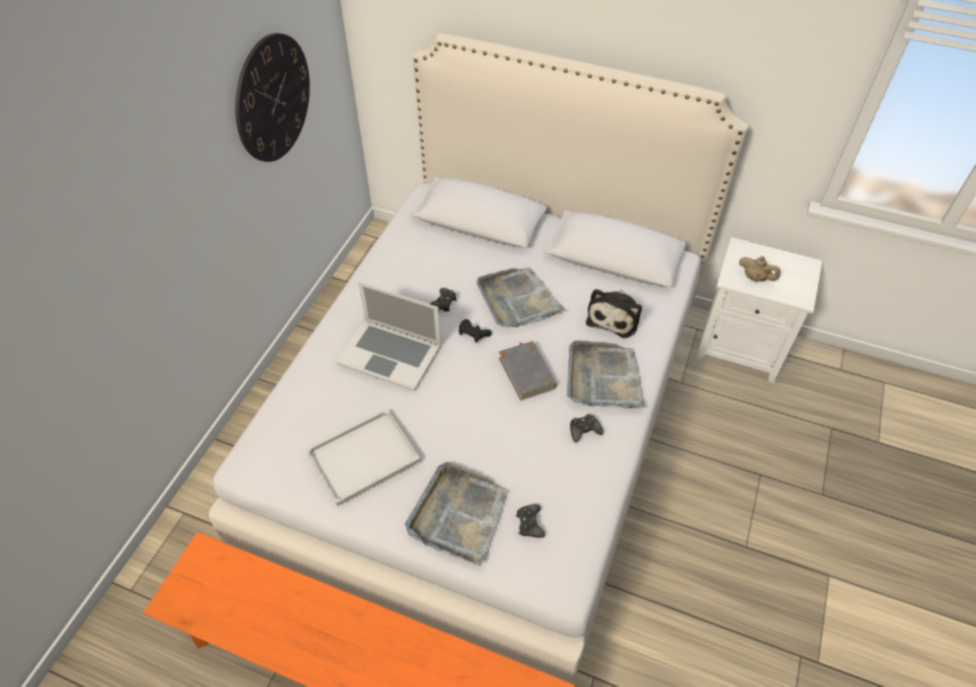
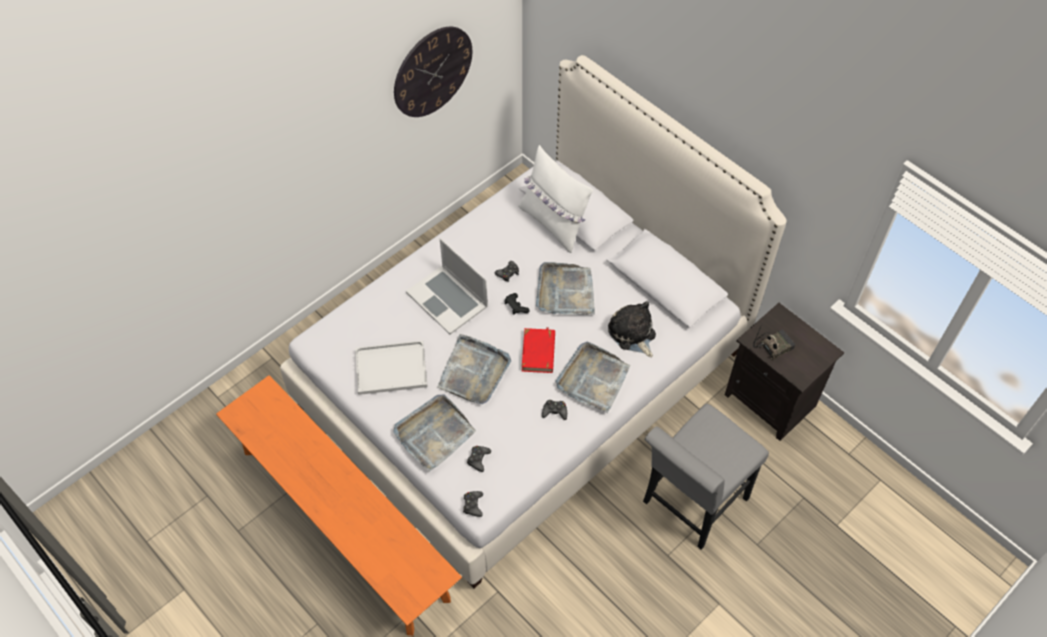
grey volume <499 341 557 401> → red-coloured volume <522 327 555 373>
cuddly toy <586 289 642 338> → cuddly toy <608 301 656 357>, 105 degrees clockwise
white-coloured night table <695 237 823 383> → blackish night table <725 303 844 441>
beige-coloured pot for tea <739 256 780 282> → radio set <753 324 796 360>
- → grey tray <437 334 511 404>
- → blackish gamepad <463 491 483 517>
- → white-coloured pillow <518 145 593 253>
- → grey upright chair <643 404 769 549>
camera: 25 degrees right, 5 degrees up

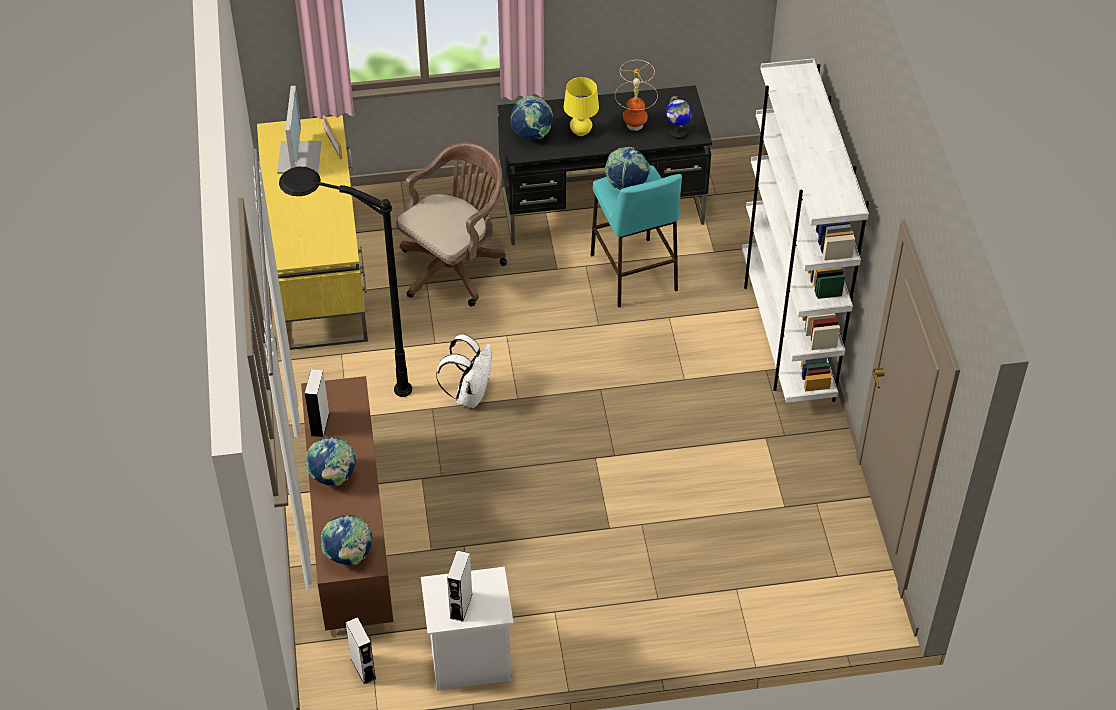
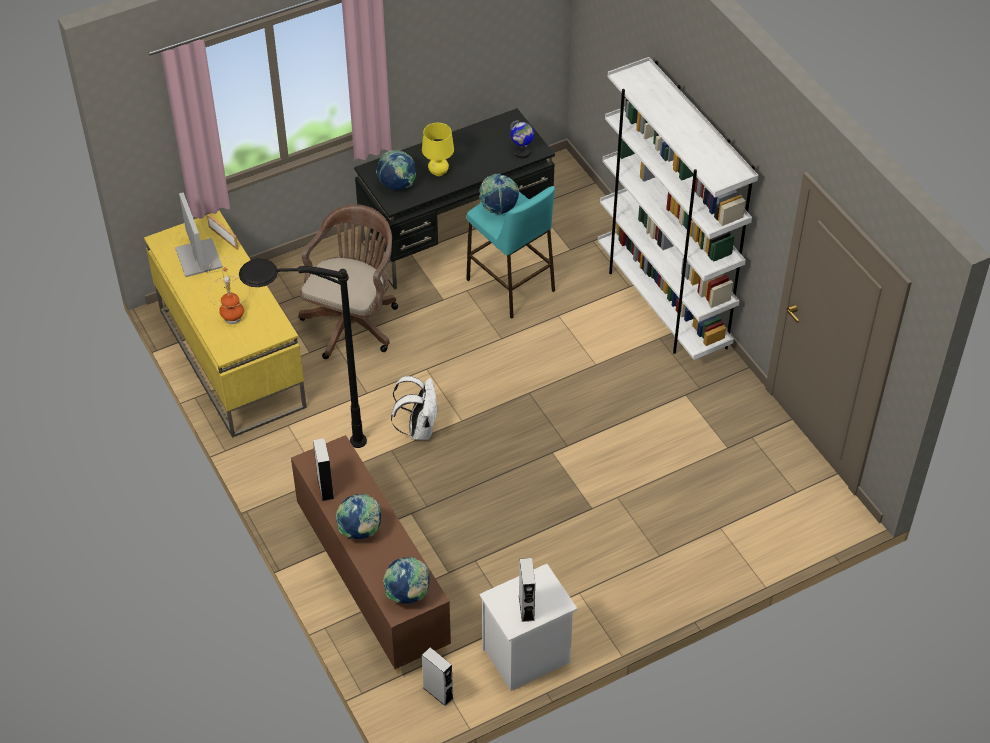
lamp for a table <615 60 658 131> → lamp for a table <208 258 250 324>, move
camera: 20 degrees left, 0 degrees up

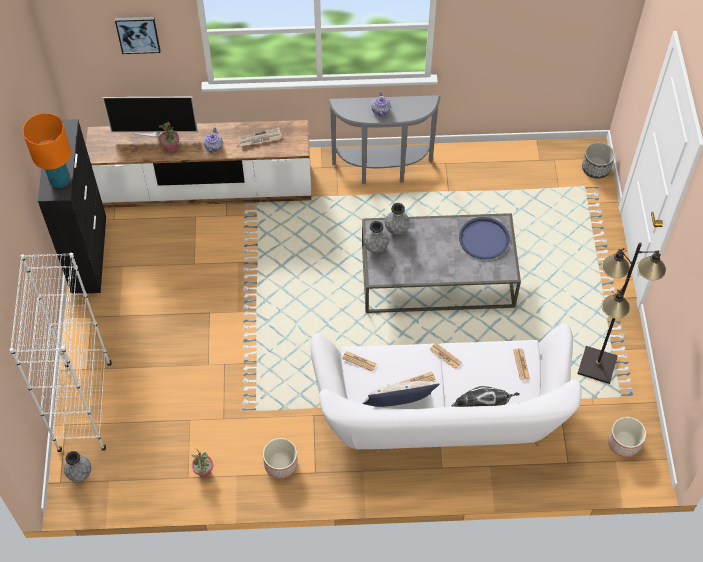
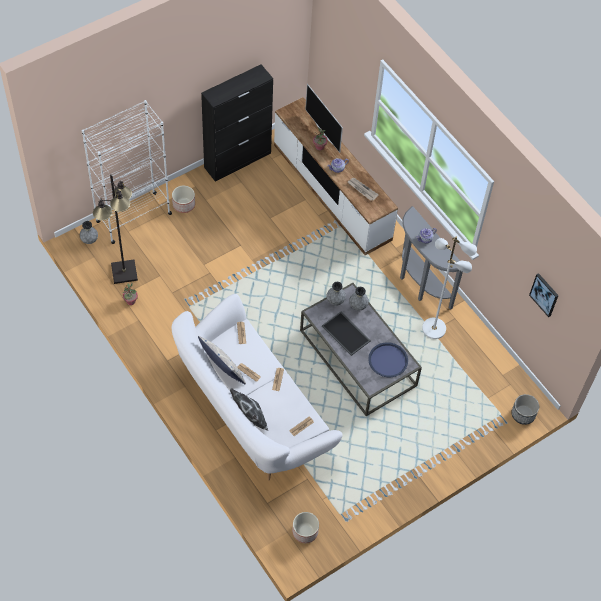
orange lamp for a table <23 113 71 188> → -
wall art <115 17 160 54> → wall art <529 273 559 317>, move
flower pot <263 438 298 479> → flower pot <172 186 195 213>, move
blackish standard lamp <577 242 666 384> → blackish standard lamp <93 174 138 284>, move
- → tray <322 312 371 356>
- → white-coloured standard lamp <422 237 477 339>
camera: 55 degrees right, 0 degrees up

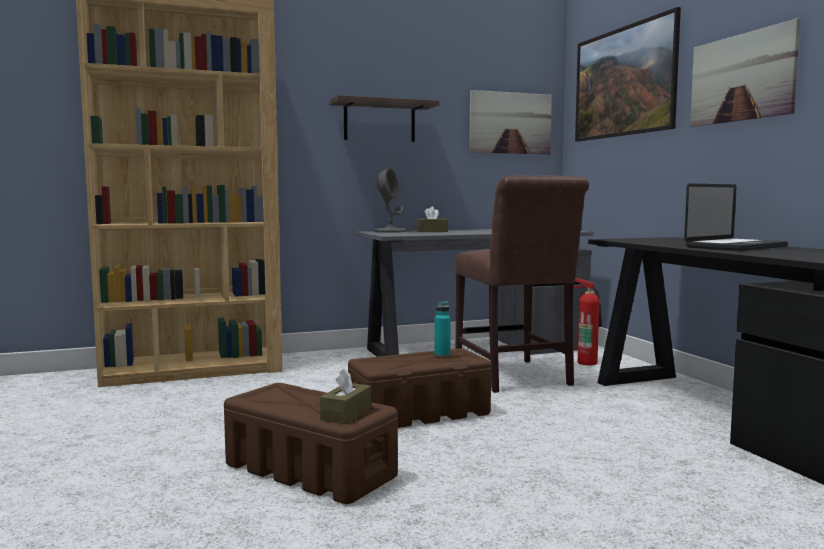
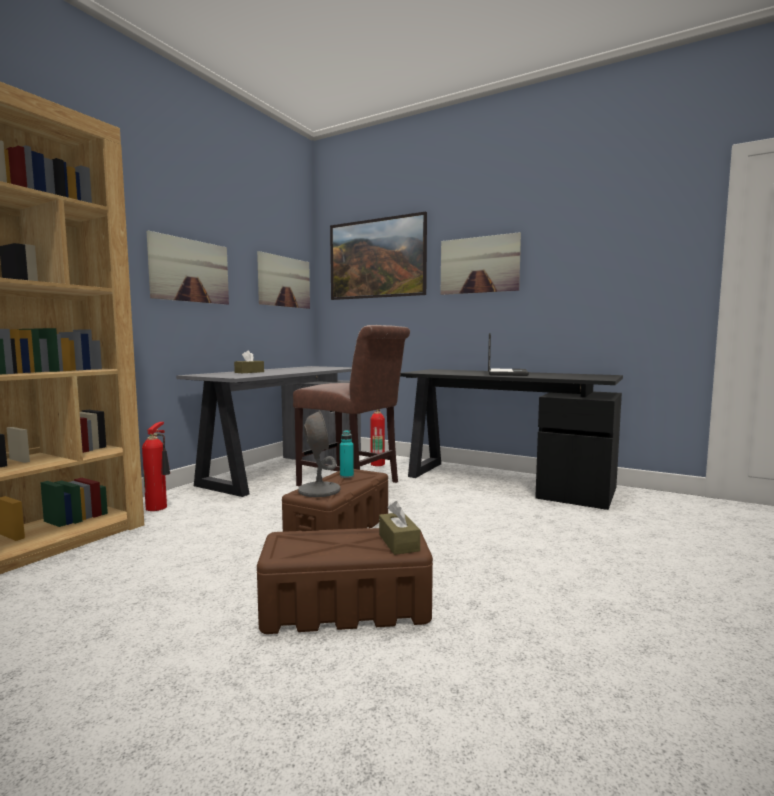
shelf <330 95 439 142> → wall art <147 231 229 305>
grey lamp for a table <374 167 407 233> → grey lamp for a table <298 411 341 497>, move
- → extinguisher <142 422 170 511>
camera: 40 degrees left, 0 degrees up

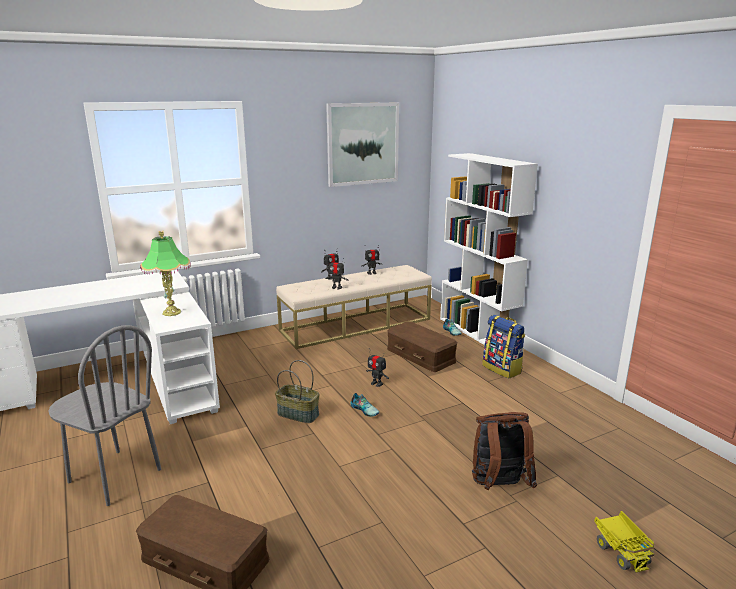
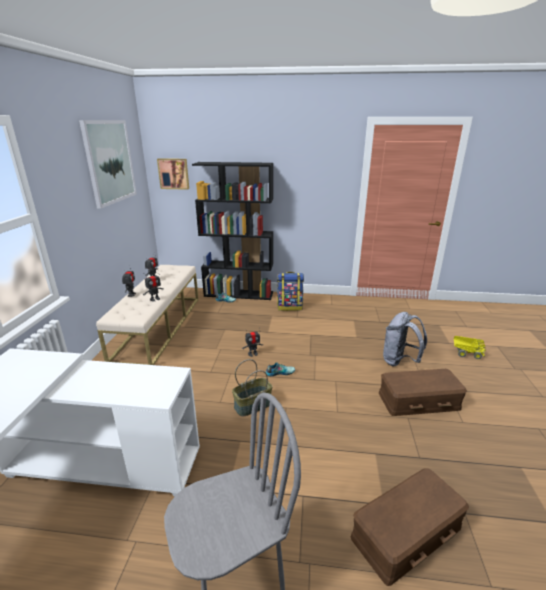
lamp for a table <140 231 191 316> → -
brown-coloured storage box <387 321 458 372> → brown-coloured storage box <379 369 467 416>, move
white-coloured bookshelf <440 153 538 345> → blackish bookshelf <192 162 273 300>
brown-coloured rucksack <472 412 537 491> → grey rucksack <383 312 427 366>
- → wall art <157 158 189 190>
camera: 55 degrees left, 5 degrees up

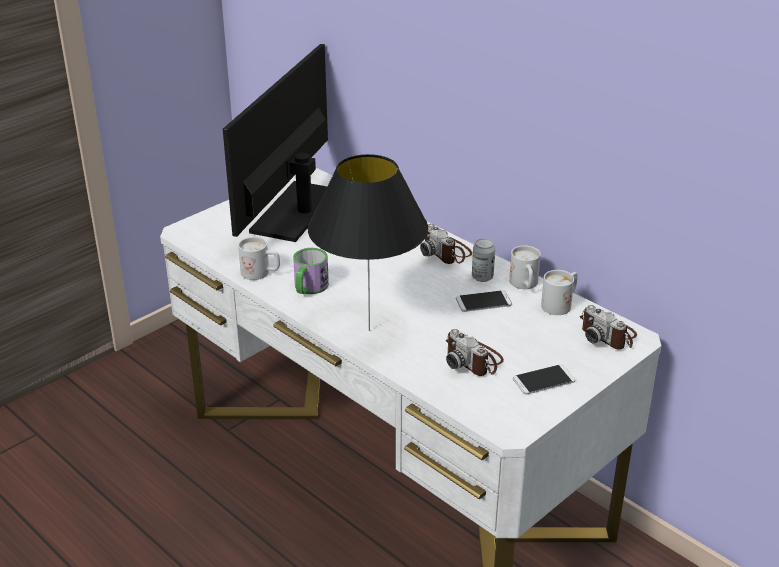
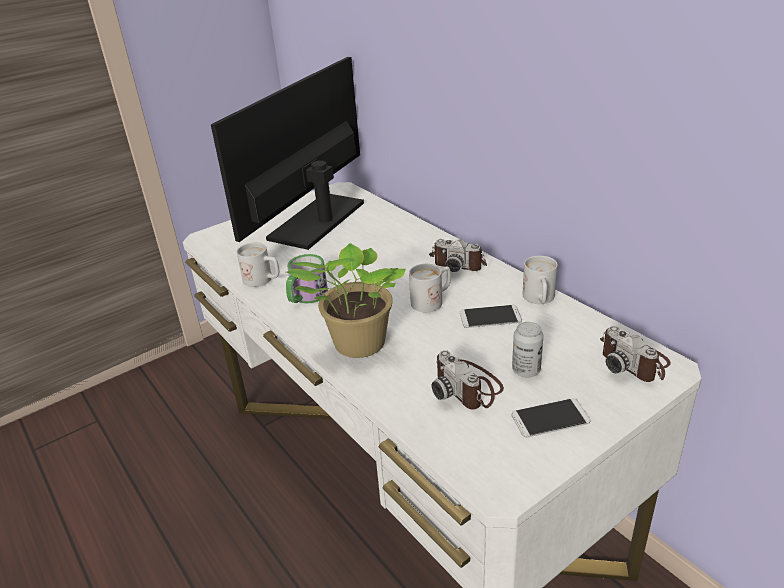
blackish lamp for a table <308 154 428 331> → houseplant <286 243 406 358>
still camera <420 224 472 264> → still camera <429 239 487 272>, 45 degrees counterclockwise
metal can <472 238 495 282> → metal can <512 322 543 377>, move
white-coloured coffee mug <541 270 577 315> → white-coloured coffee mug <409 264 451 312>, move
camera: 10 degrees right, 0 degrees up

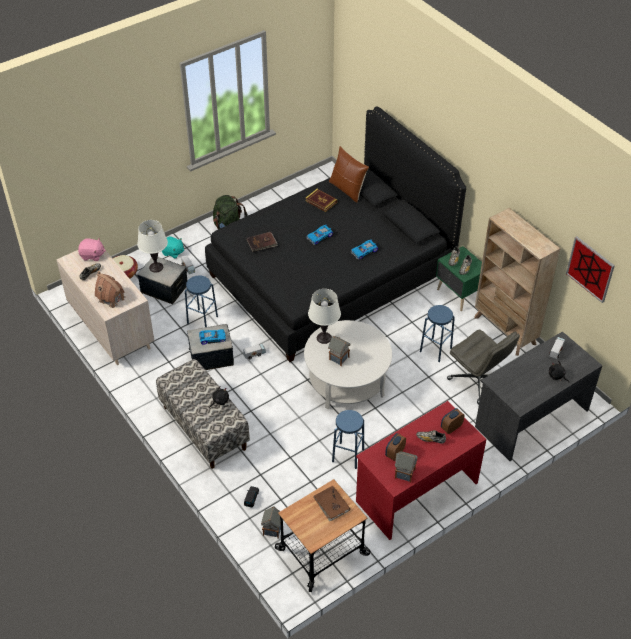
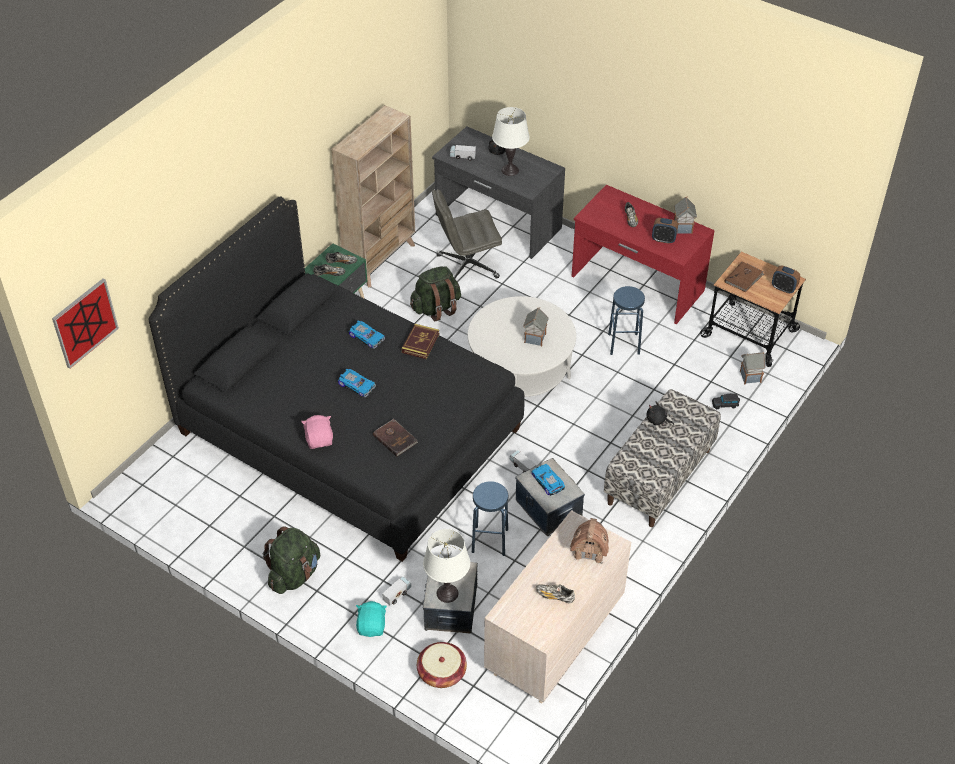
pink-coloured cuddly toy <78 238 106 261> → pink-coloured cuddly toy <301 415 333 449>, move
volume <305 189 337 212> → volume <402 324 439 359>, move
white-coloured lamp for a table <308 289 341 344> → white-coloured lamp for a table <492 107 530 176>, move
brown-coloured pillow <329 146 369 203> → -
blue-coloured stool <420 305 455 362> → green-coloured rucksack <410 266 461 321>
alarm clock <441 408 464 434> → alarm clock <772 265 800 294>, move
grey desk chair <447 330 520 404> → grey desk chair <432 189 502 279>, 135 degrees counterclockwise
wall art <566 236 615 303> → wall art <52 278 119 369>, move
camera: 110 degrees left, 0 degrees up

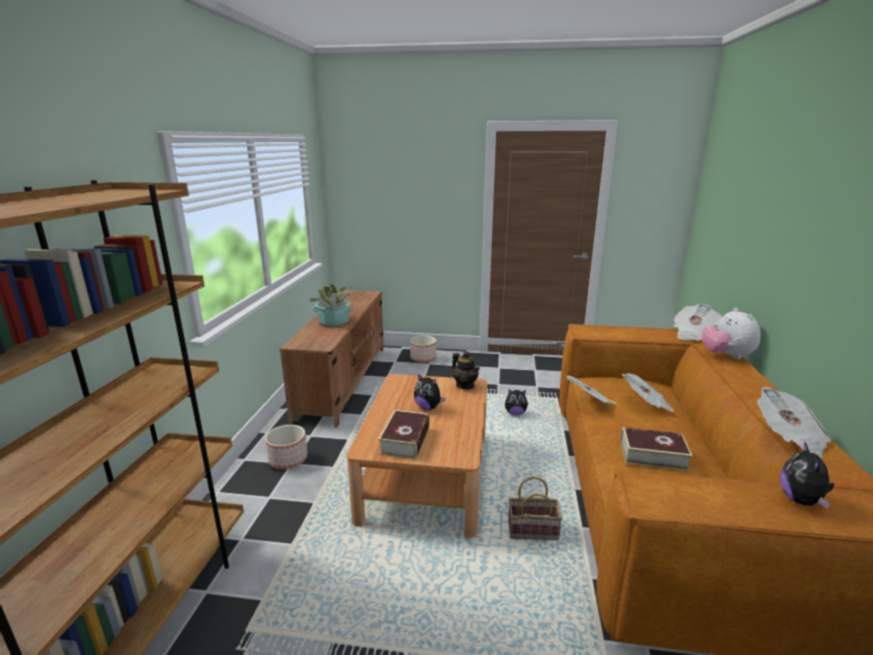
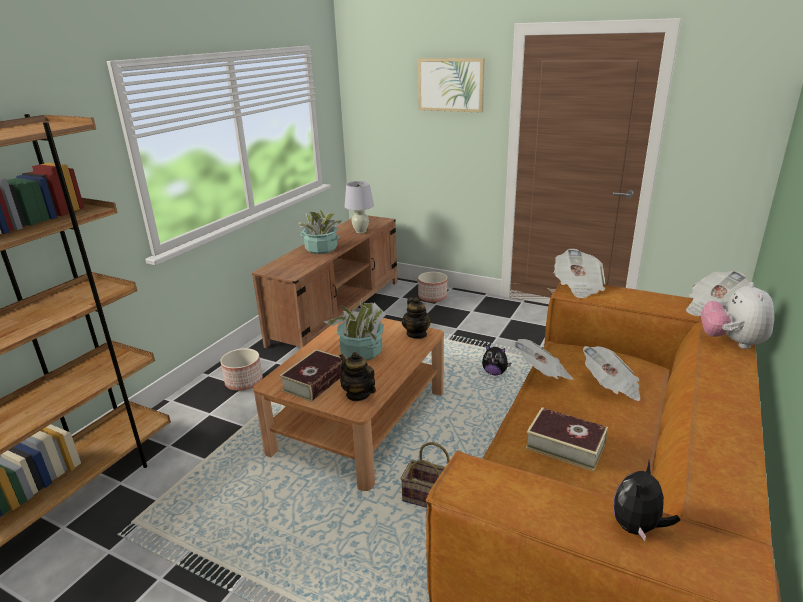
cuddly toy <414 374 446 410> → houseplant <324 299 386 360>
newspaper <757 387 831 458> → newspaper <554 249 605 298>, move
- → pot for tea <339 352 376 401>
- → white-coloured lamp for a table <345 181 374 233>
- → wall art <418 58 485 113>
camera: 20 degrees right, 5 degrees up

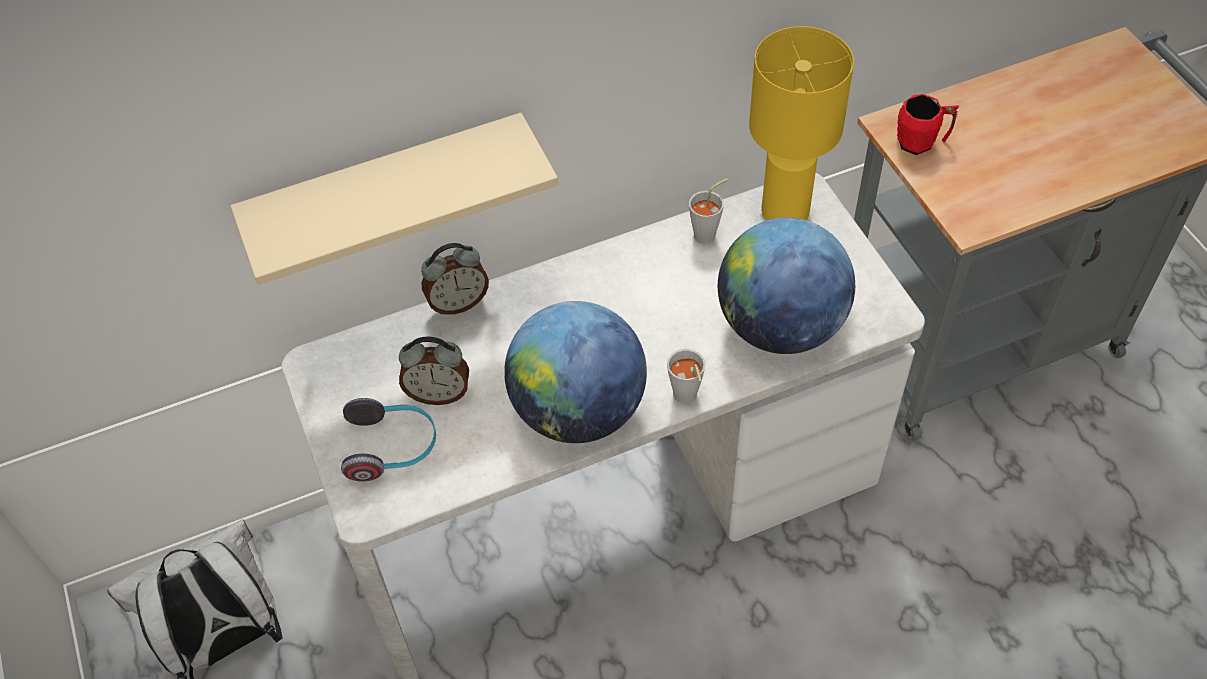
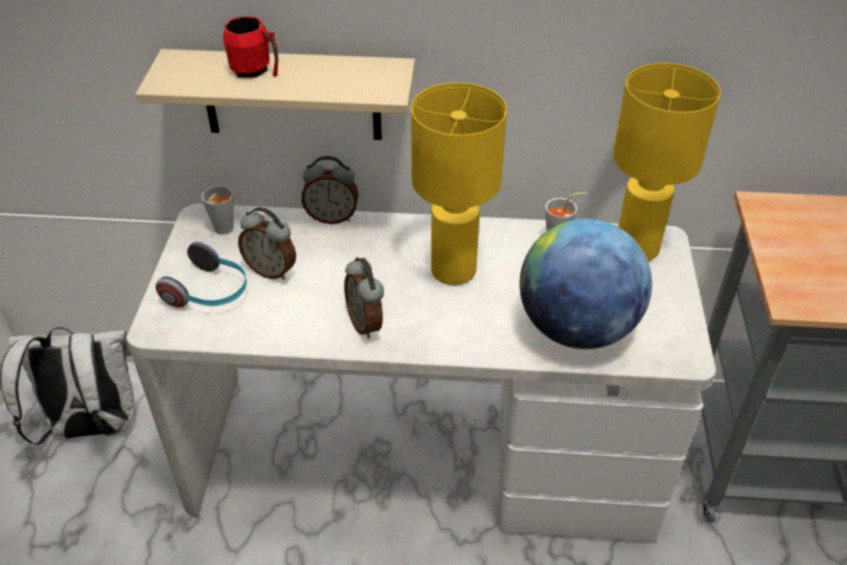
desk globe <504 301 647 443> → alarm clock <344 257 384 339>
grey small cup <667 349 705 404> → grey small cup <201 185 234 235>, move
red-coloured coffee mug <897 94 959 155> → red-coloured coffee mug <223 16 279 77>, move
- → yellowish lamp for a table <411 82 507 285>
camera: 25 degrees right, 10 degrees down

